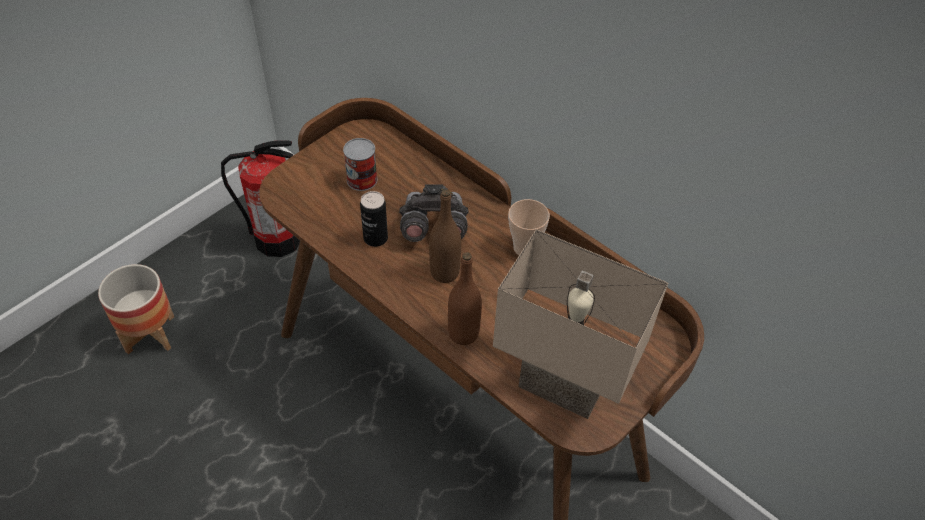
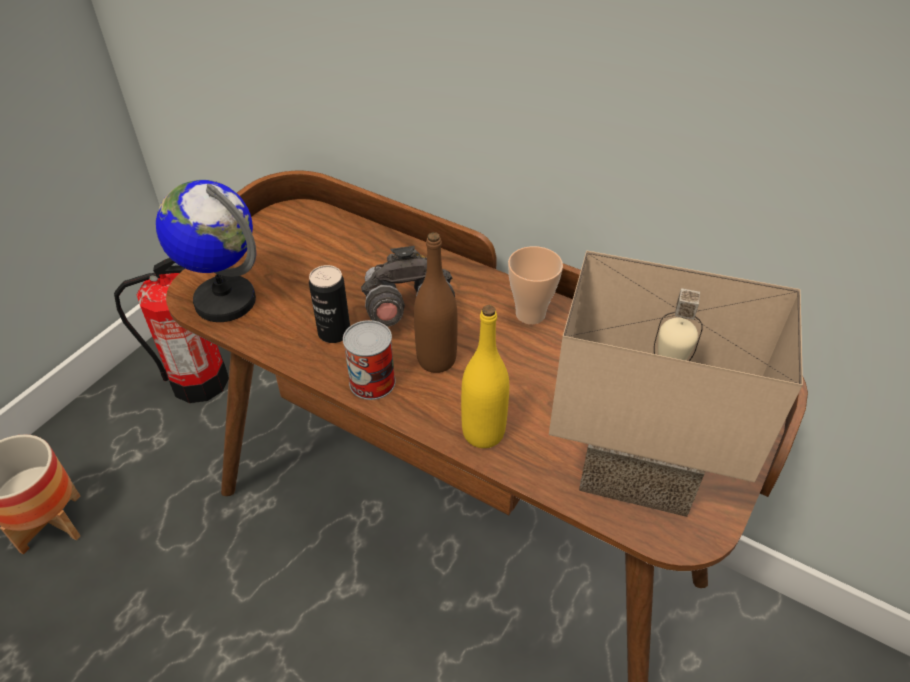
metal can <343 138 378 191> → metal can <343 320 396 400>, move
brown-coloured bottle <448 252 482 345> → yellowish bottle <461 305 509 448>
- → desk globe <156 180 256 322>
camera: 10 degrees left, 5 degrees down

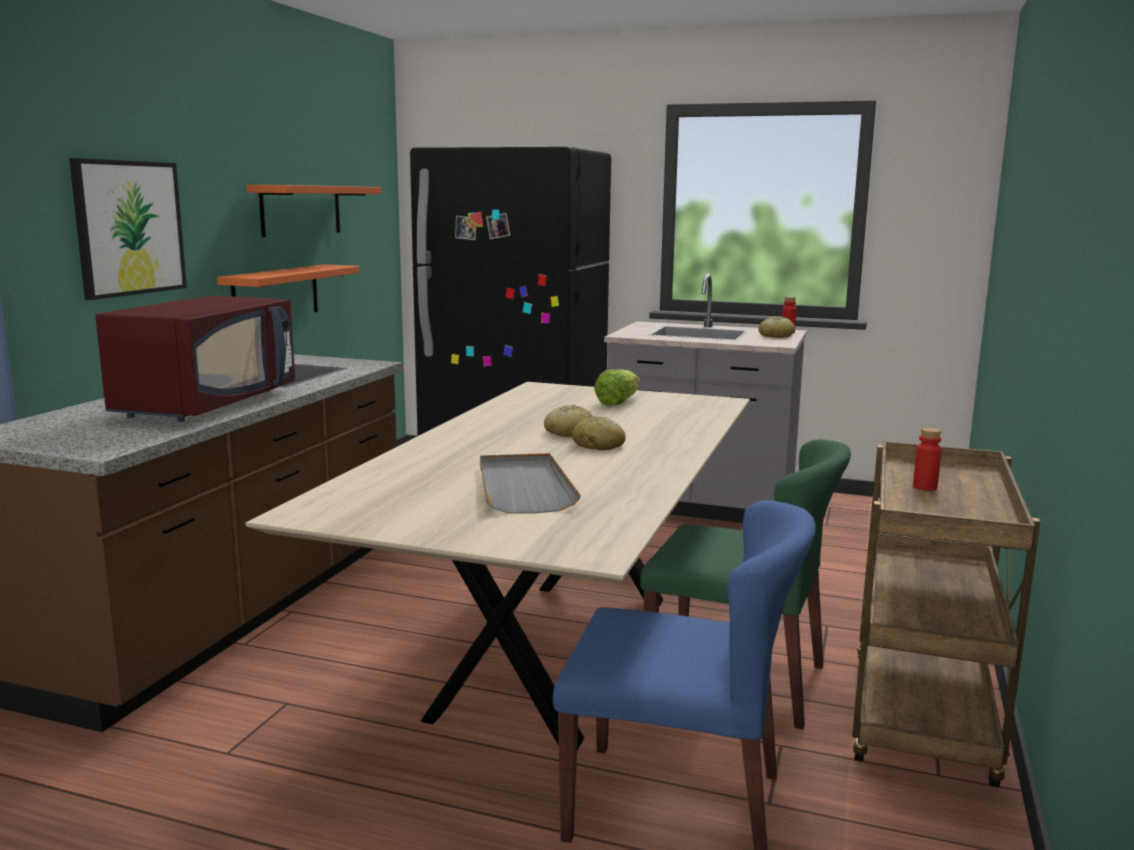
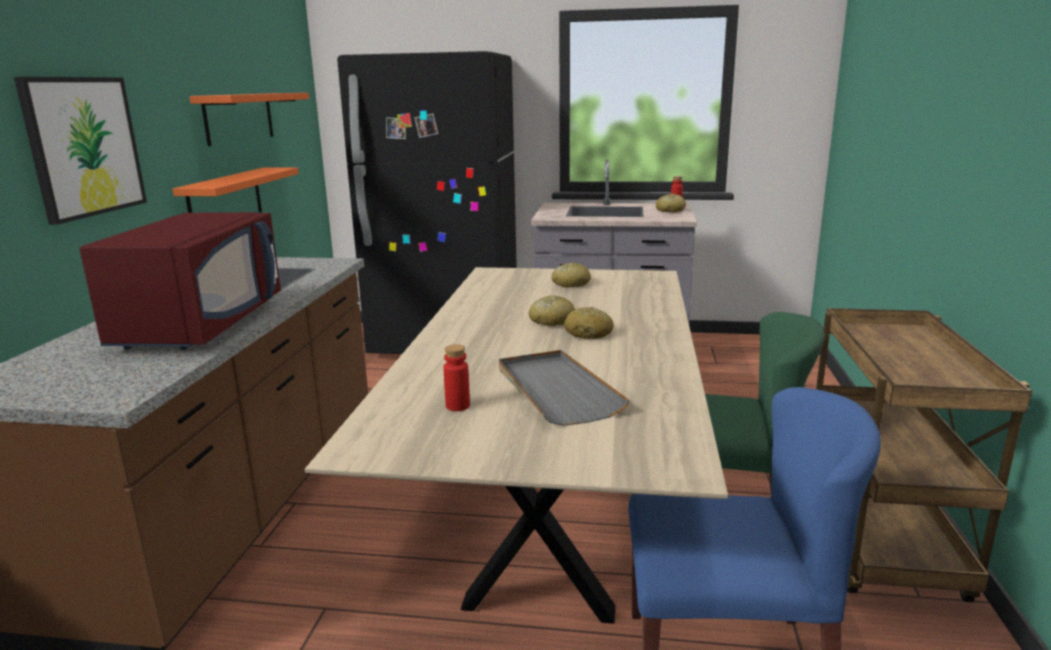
head of lettuce <594 369 640 406> → bakery bread <552 263 591 288>
red-coloured bottle <913 428 942 491> → red-coloured bottle <443 344 470 411>, move
camera: 10 degrees left, 5 degrees up

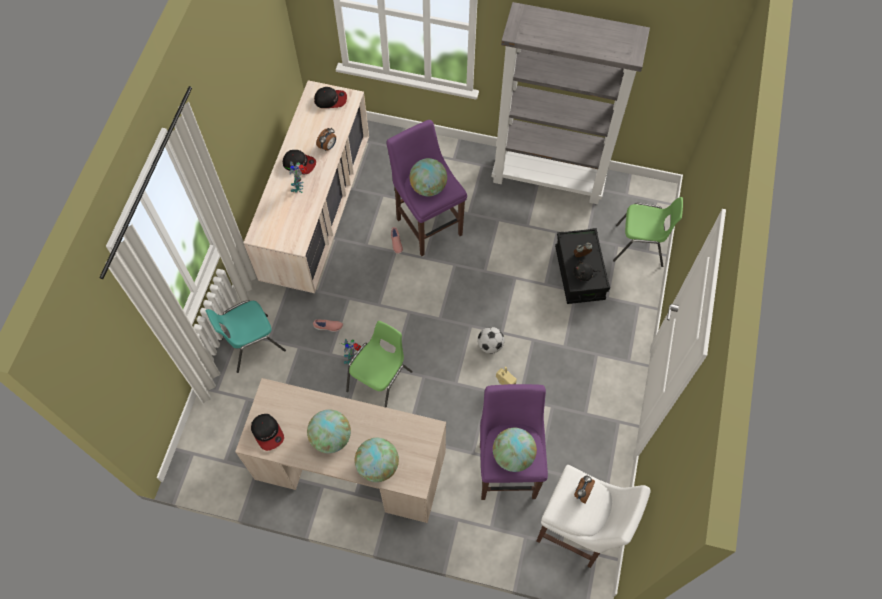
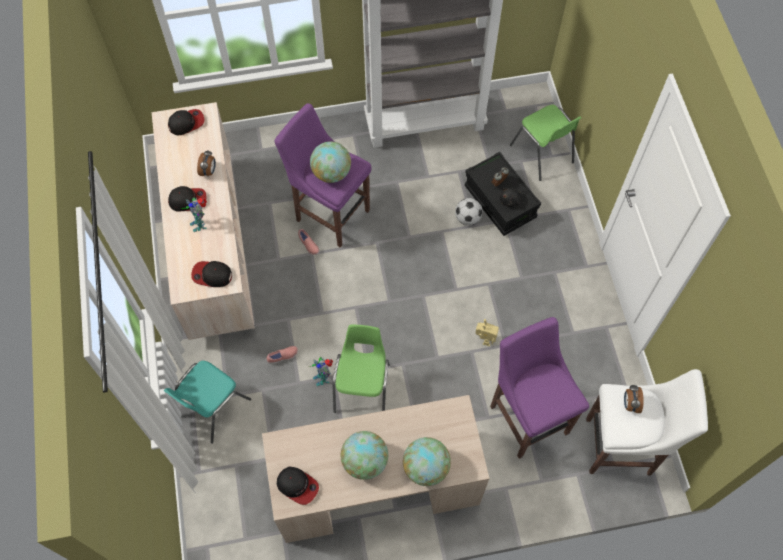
football <478 327 504 354> → football <455 198 483 225>, move
desk globe <493 428 537 472> → -
green-coloured upright chair <613 197 683 267> → green-coloured upright chair <510 105 581 181>, 75 degrees clockwise
- → peaked cap <191 261 232 287>
camera: 25 degrees left, 0 degrees up

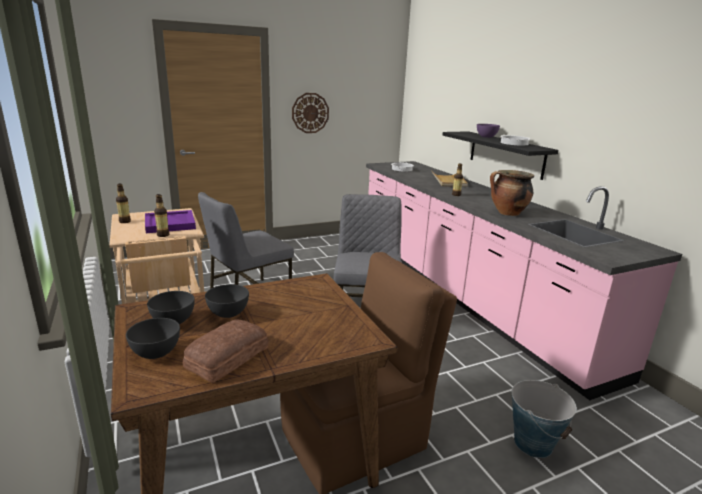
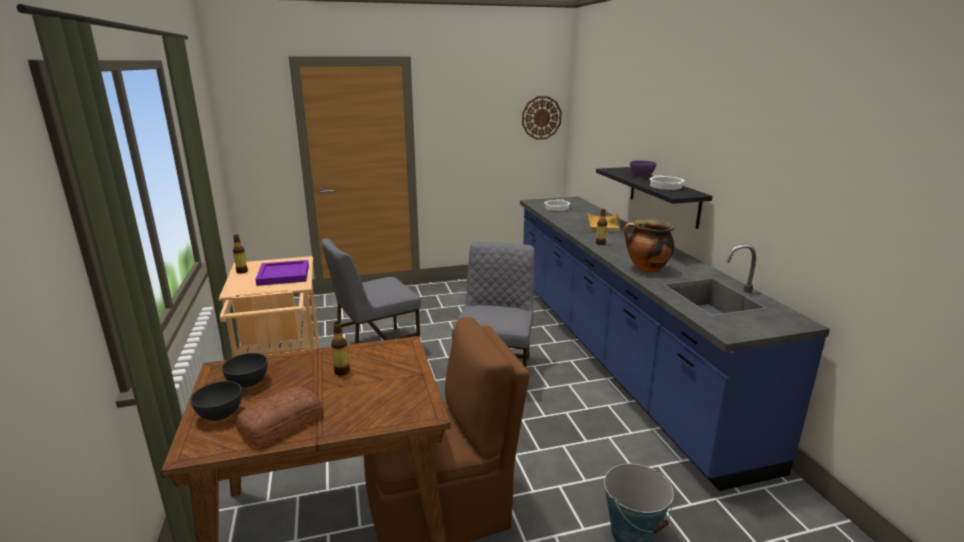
bottle <154 194 169 237> → bottle <331 322 350 376>, move
grey serving bowl <205 284 249 318> → -
wall clock <292 93 329 133> → wall clock <522 96 562 140>, move
pink-coloured counter <366 161 682 400> → blue-coloured counter <520 196 830 491>
camera: 10 degrees right, 0 degrees up

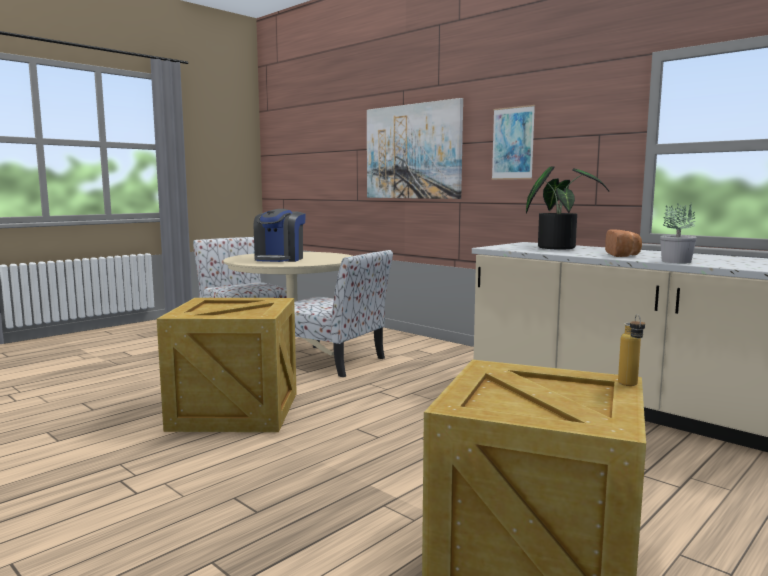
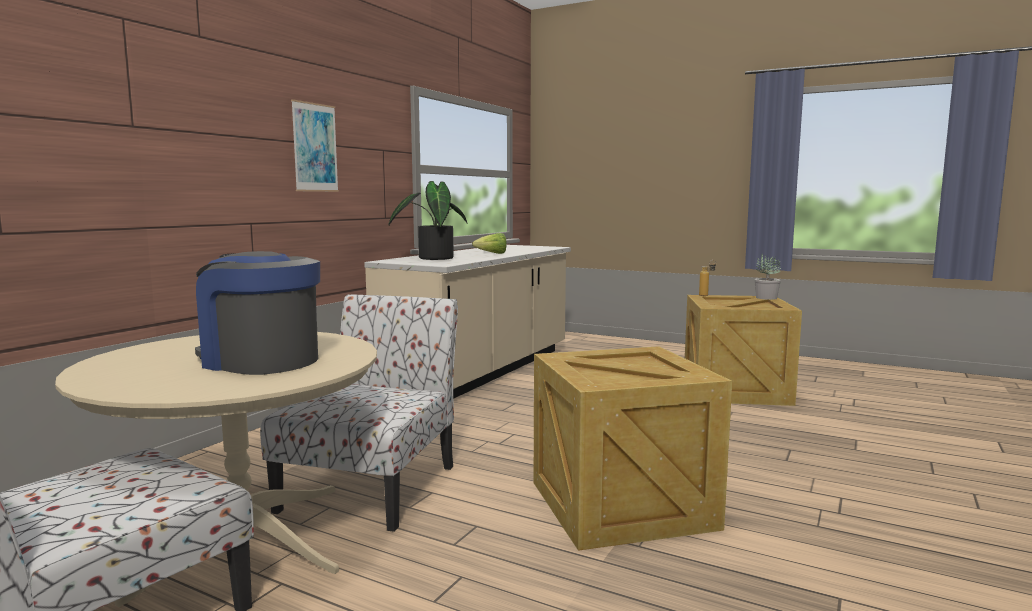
coffee brewer <254 209 306 262> → coffee brewer <195 251 320 375>, 150 degrees counterclockwise
wall art <367 98 463 199> → -
bakery bread <605 230 642 257> → head of lettuce <472 233 507 254>
houseplant <660 203 697 263> → houseplant <755 254 781 300>, move
camera: 105 degrees left, 0 degrees up

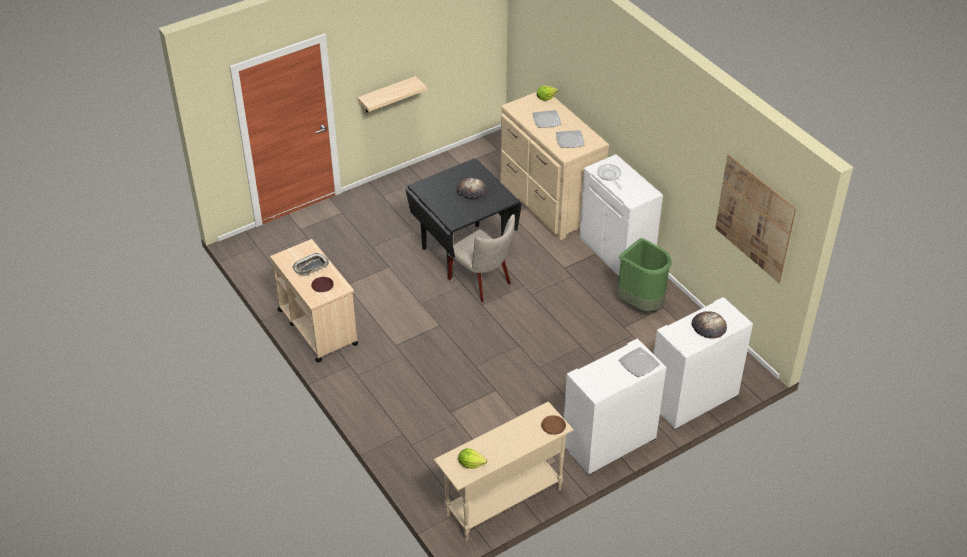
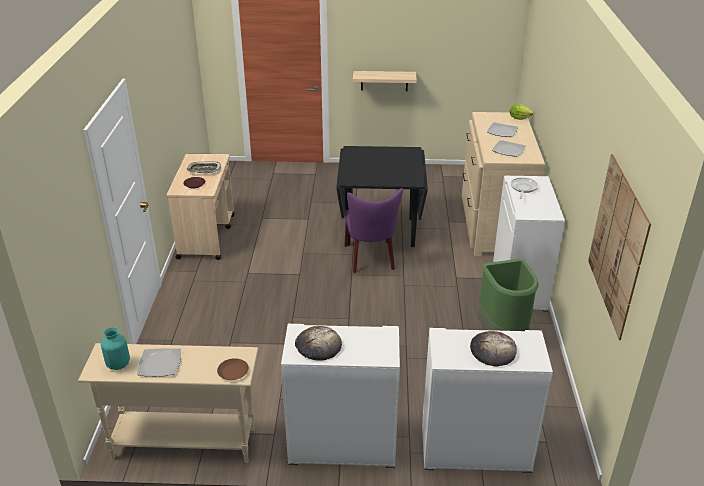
beige-coloured upright chair <447 214 515 302> → purple-coloured upright chair <344 188 403 273>
bakery bread <456 178 487 199> → bakery bread <295 326 342 361>, move
head of lettuce <458 448 487 469> → turquoise-coloured vase <101 327 130 370>
plate <619 347 659 377> → plate <137 348 181 377>, move
camera: 35 degrees right, 10 degrees down

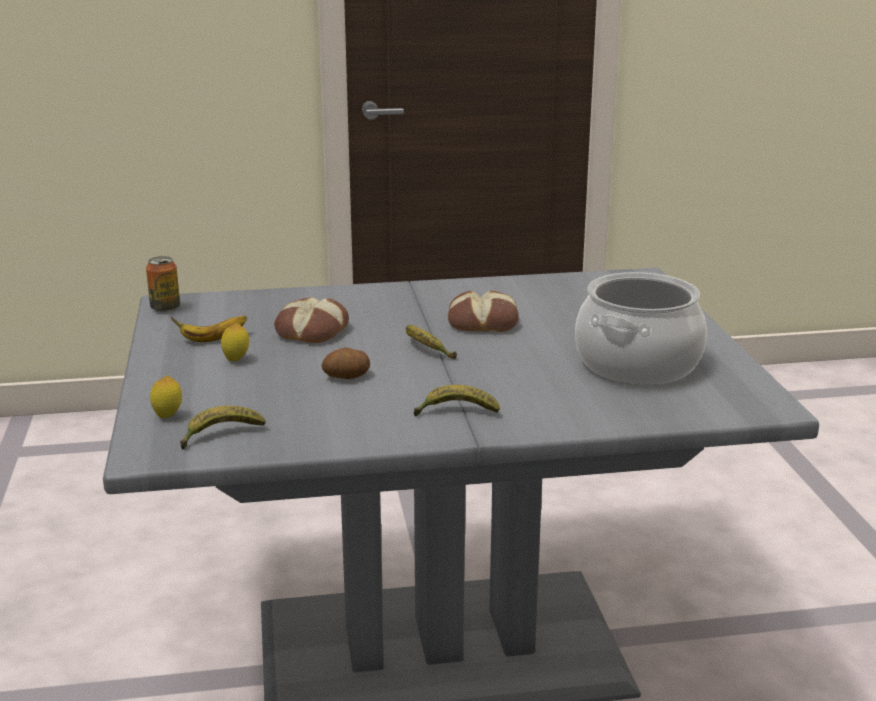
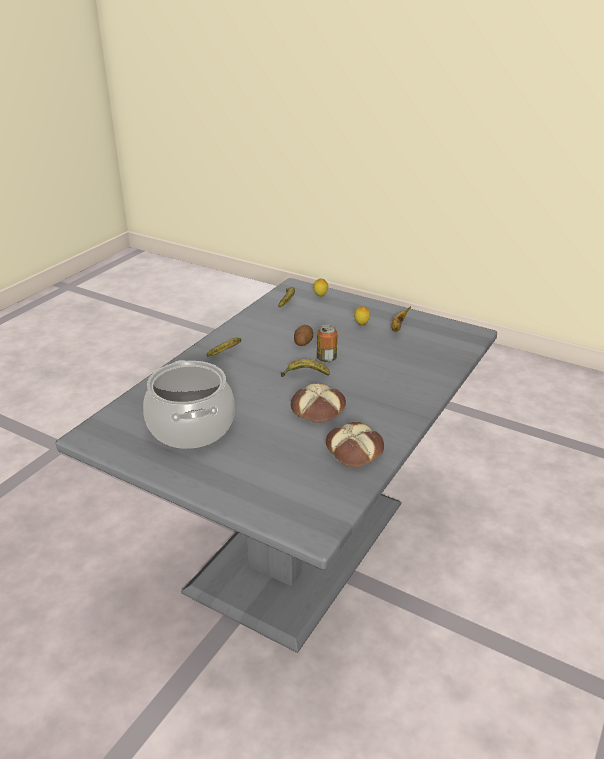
metal can <146 256 180 312> → metal can <317 324 338 363>, move
bakery bread <274 297 349 343> → bakery bread <326 422 384 467>, move
camera: 130 degrees right, 10 degrees up

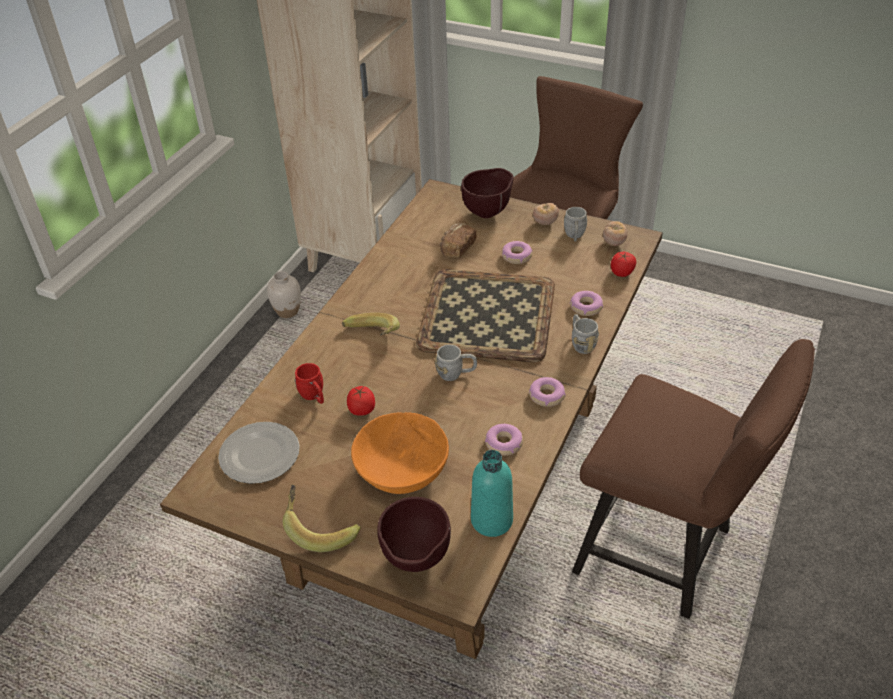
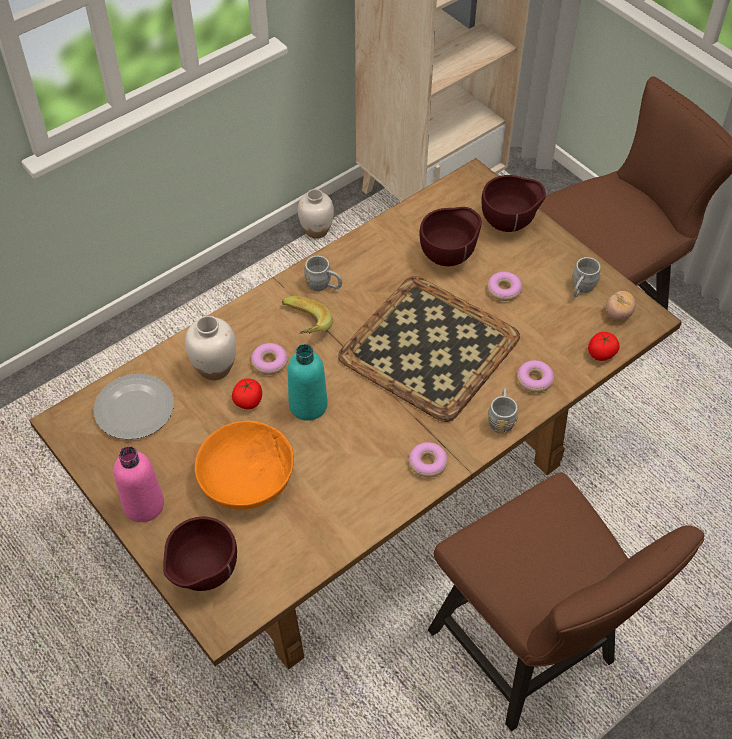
banana fruit <283 485 361 552> → pink-coloured bottle <114 446 164 522>
red-coloured coffee mug <295 363 324 404> → white-coloured vase <185 315 236 380>
grey coffee mug <435 345 477 381> → grey coffee mug <304 256 342 291>, move
bakery bread <440 223 477 258> → brown-coloured serving bowl <419 207 482 266>
turquoise-coloured bottle <471 450 513 537> → turquoise-coloured bottle <288 344 328 421>, move
donut <485 424 523 456> → donut <251 343 288 375>, move
whole tomato <533 203 559 225> → -
camera: 25 degrees right, 10 degrees up

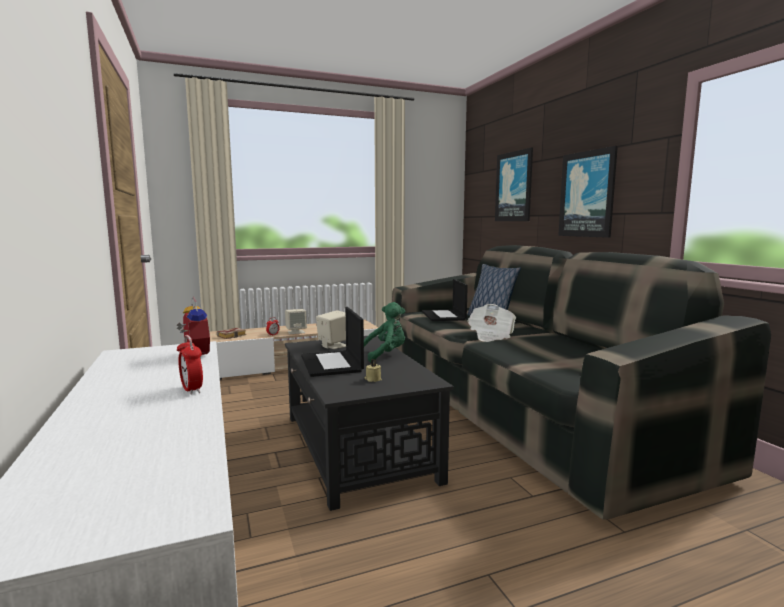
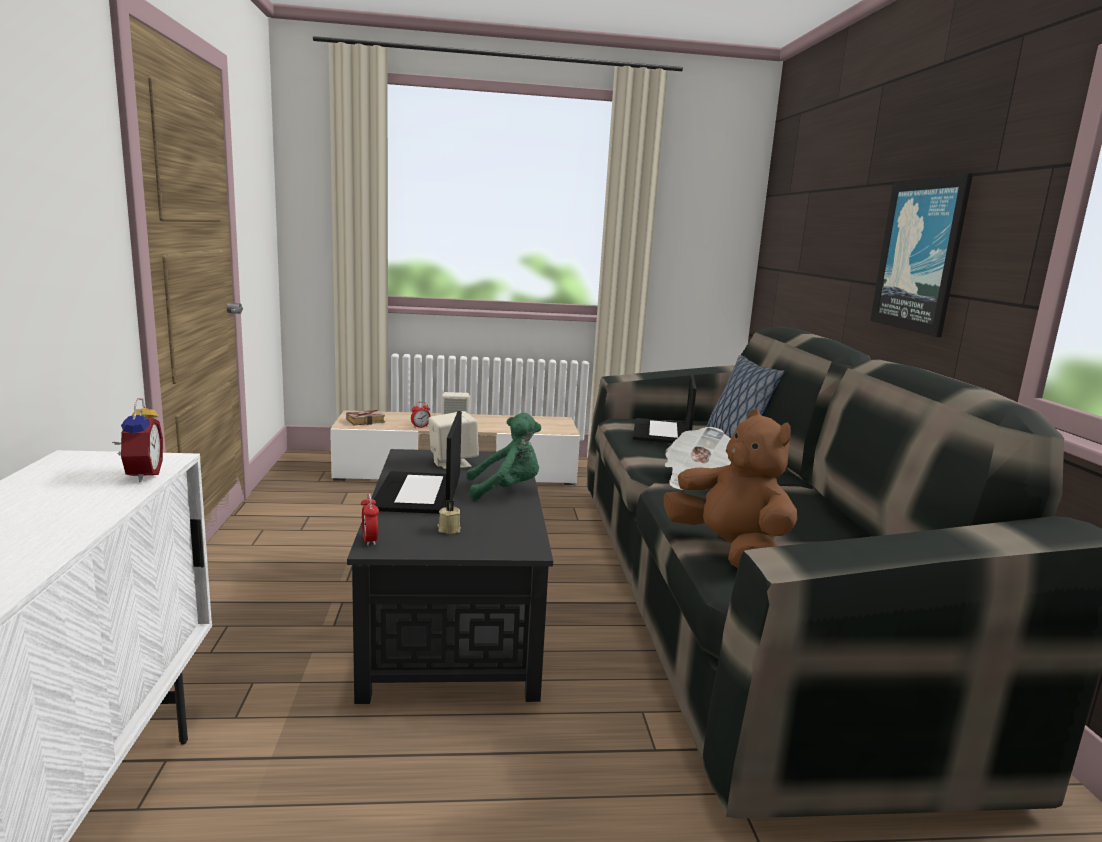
alarm clock <177 335 203 395> → alarm clock <361 493 379 546>, move
wall art <495 148 533 221> → -
- → brown-coloured cuddly toy <664 409 797 568>
camera: 15 degrees right, 5 degrees up

